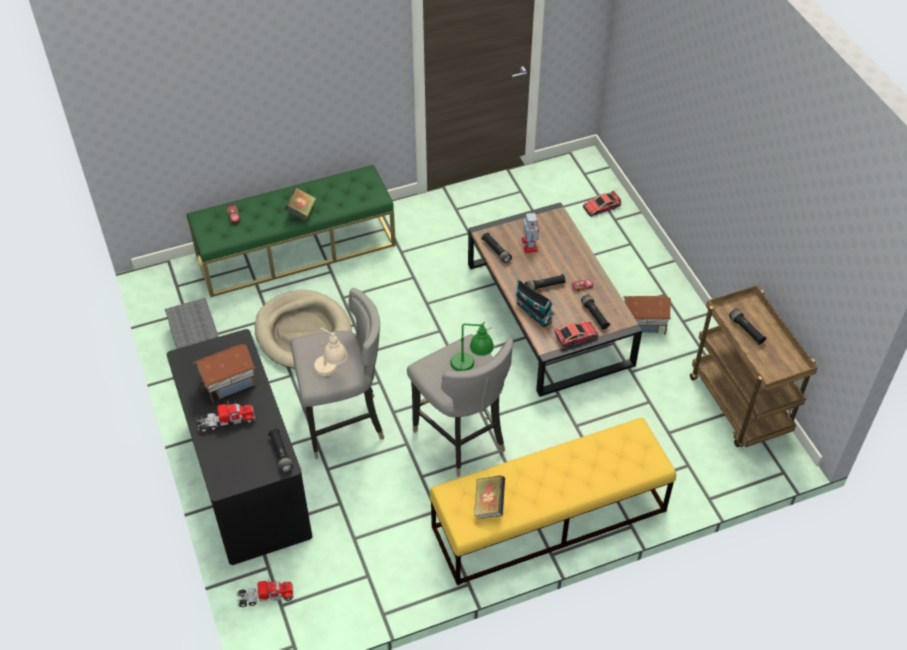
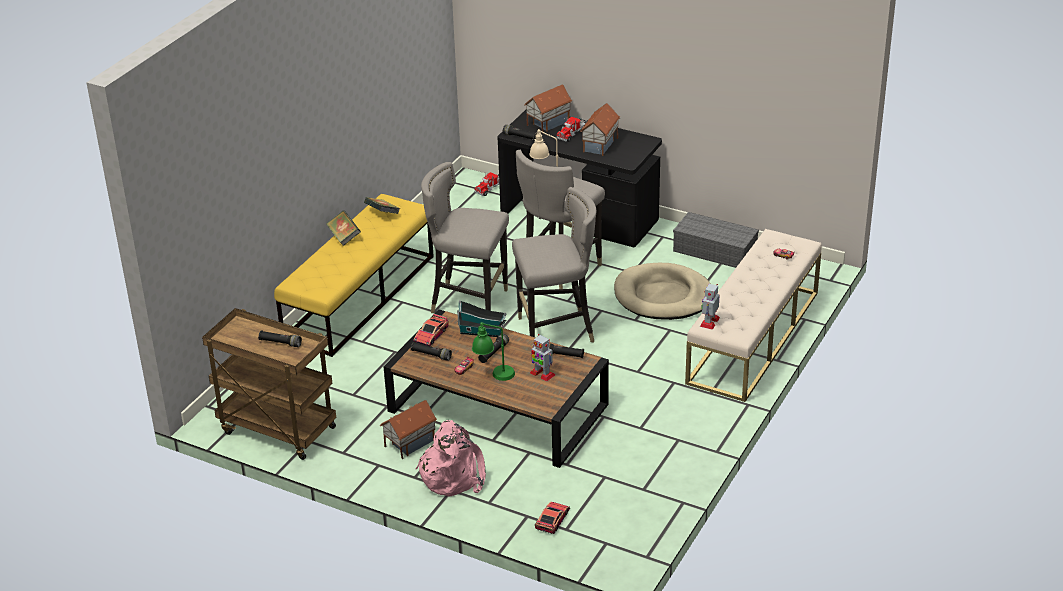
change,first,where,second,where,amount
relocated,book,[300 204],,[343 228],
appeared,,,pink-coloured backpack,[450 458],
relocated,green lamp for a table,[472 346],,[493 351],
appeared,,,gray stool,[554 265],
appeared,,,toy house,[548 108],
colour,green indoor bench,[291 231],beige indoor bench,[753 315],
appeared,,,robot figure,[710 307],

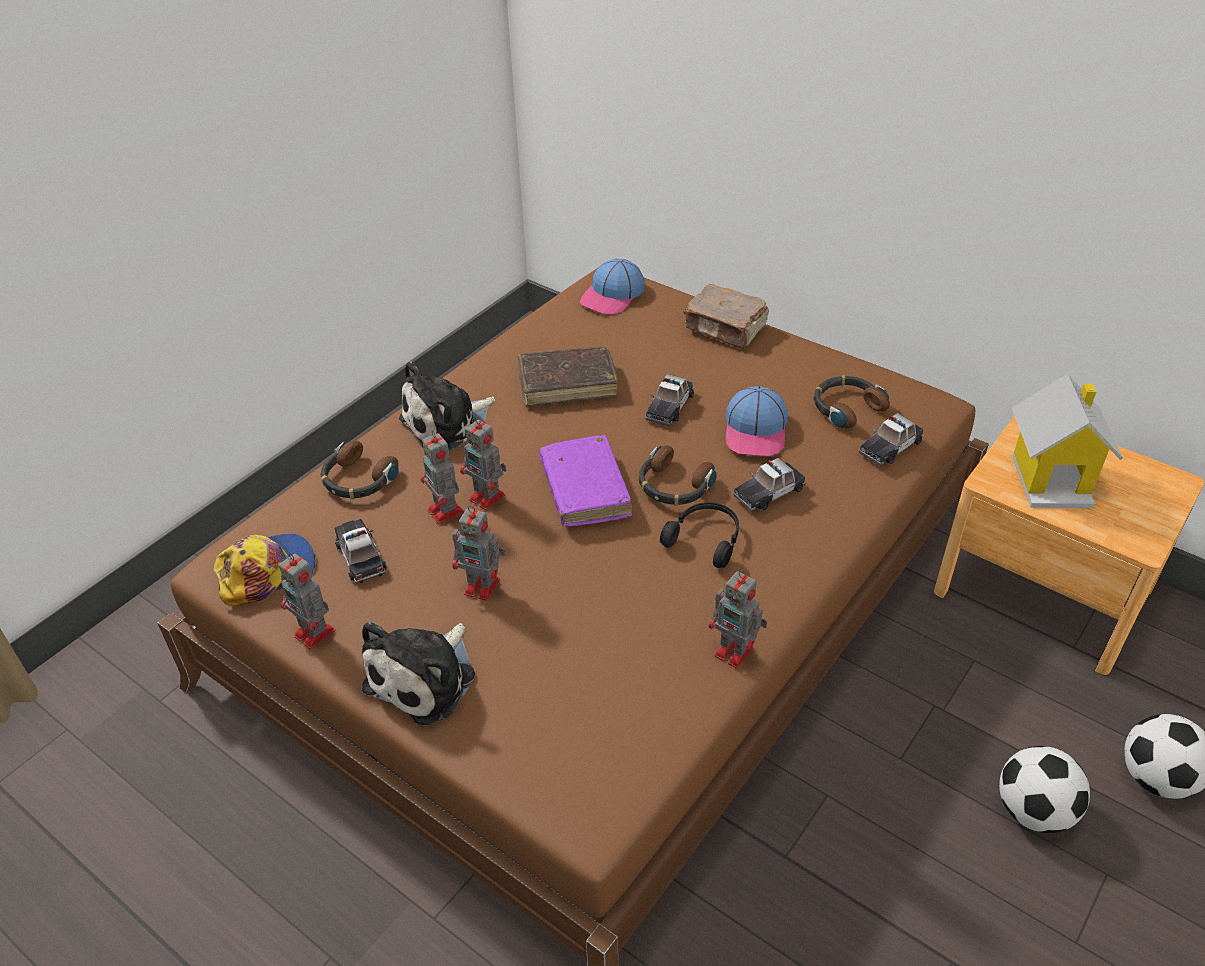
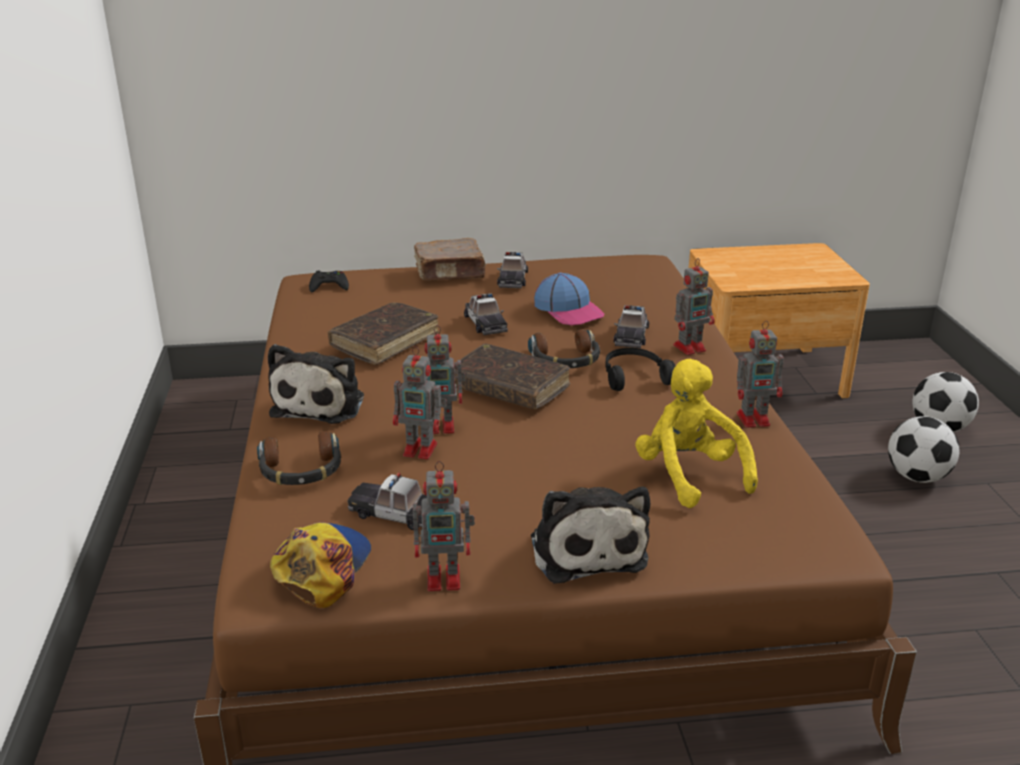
change,first,where,second,where,amount
exchanged,cap,[612 287],black gamepad,[329 281],
colour,purple-coloured book,[585 480],brown-coloured book,[512 376],
relocated,toy car,[891 439],,[512 270],
appeared,,,yellow-coloured plush toy,[696 433],
relocated,robot figure,[479 553],,[694 306],
missing,headset,[852 401],,,
missing,toy house,[1067 441],,,

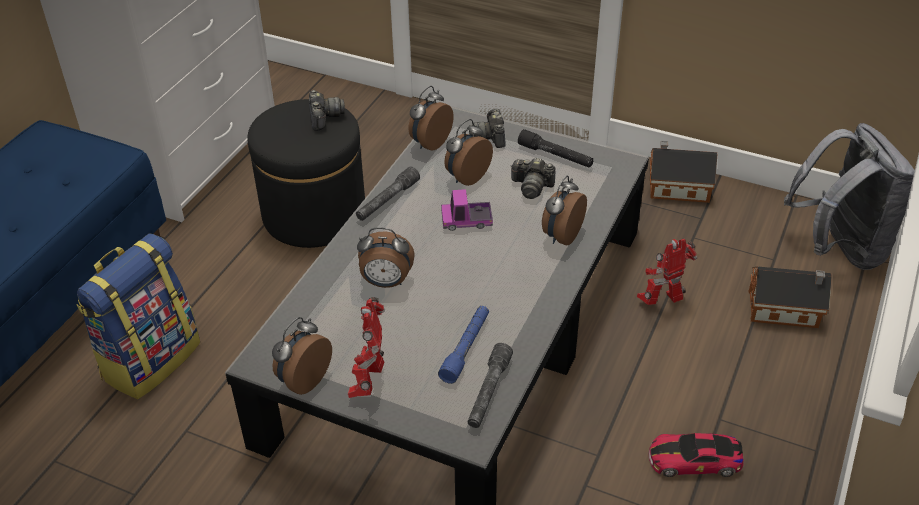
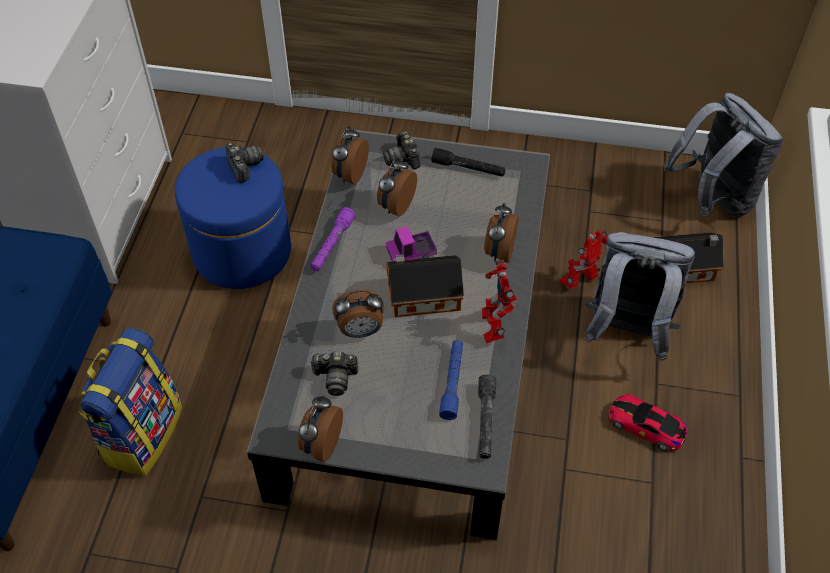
change,first,where,second,where,amount
colour,black pouffe,[306 173],bluish pouffe,[233 218],
colour,gray hand torch,[388 193],purple-coloured hand torch,[333 239],
relocated,photo camera,[533 178],,[334 373],
relocated,toy house,[683 172],,[425 286],
relocated,robot figure,[366 347],,[499 302],
appeared,,,gray backpack,[639 296],
spun,toy car,[696 455],,[648 422],45 degrees clockwise

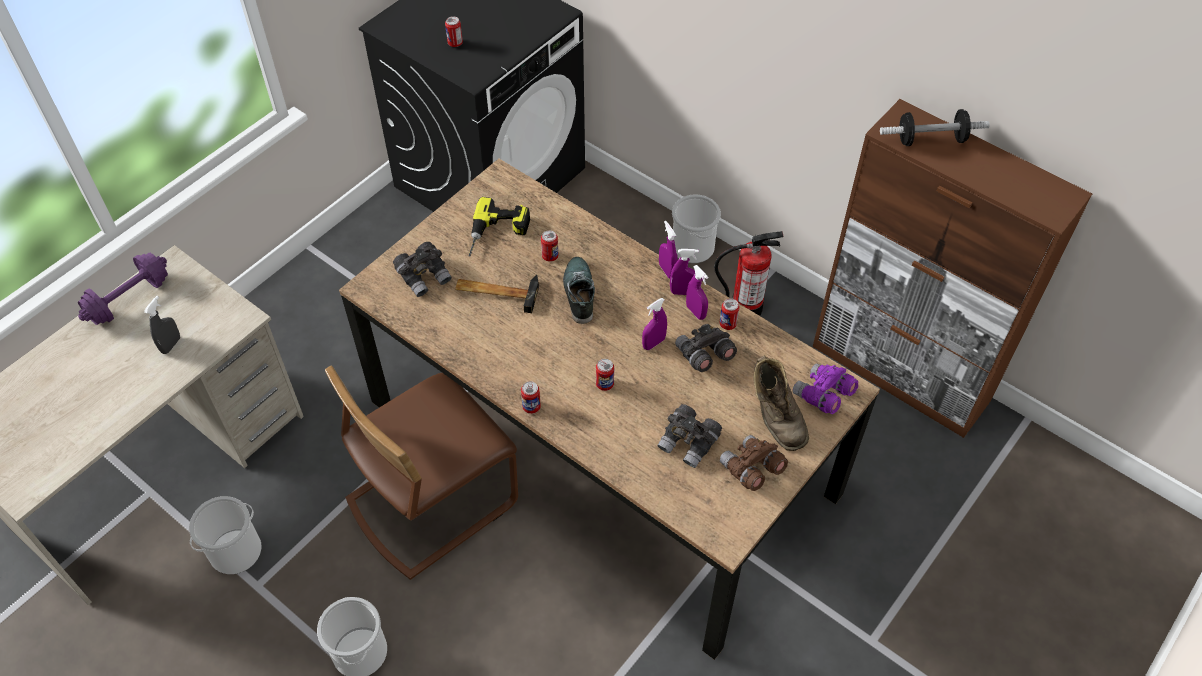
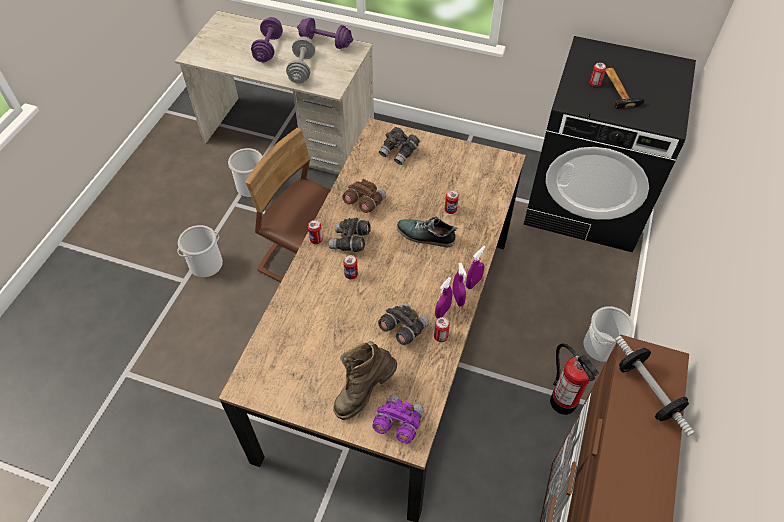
change,first,where,second,where,amount
appeared,,,purple-coloured free weight,[267 39],
exchanged,gray sprayer,[162 325],gray free weight,[300 60],
relocated,gray pair of binoculars,[689 436],,[350 235],
relocated,brown-coloured pair of binoculars,[754 463],,[364 196],
spun,item of footwear,[579 290],,[427 231],135 degrees counterclockwise
relocated,hammer,[497 294],,[625 88],
missing,electric drill,[499 227],,,
missing,purple-coloured sprayer,[654 324],,,

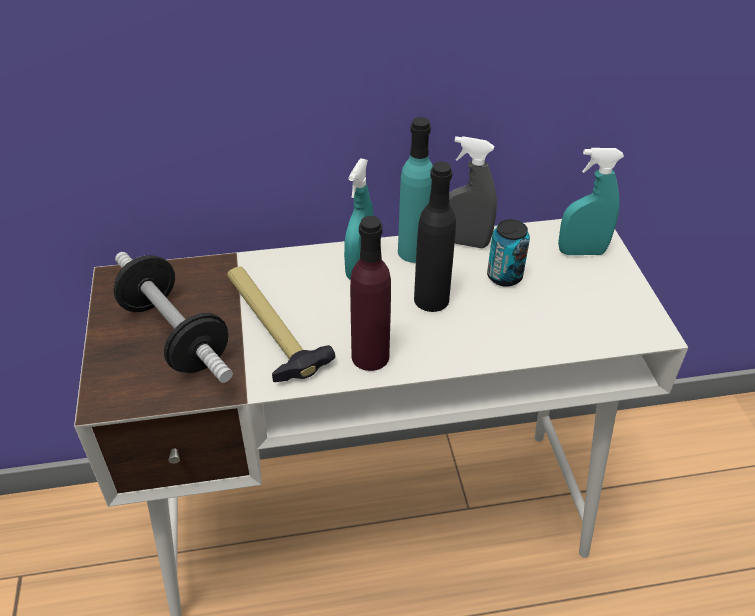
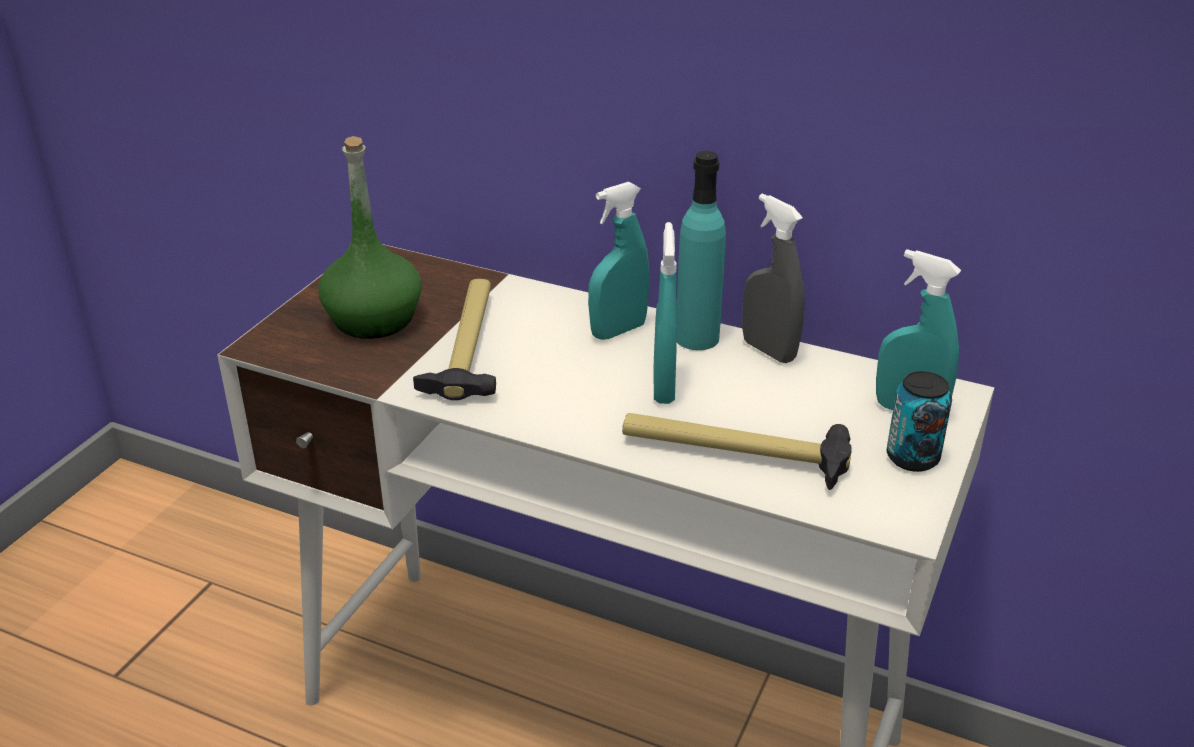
change,first,where,second,where,amount
exchanged,free weight,[173 317],green bottle,[370 237],
appeared,,,hammer,[737 451],
exchanged,black bottle,[435 237],turquoise-coloured sprayer,[665 313],
relocated,sealed can,[508 253],,[919 421],
missing,purple-coloured bottle,[370 293],,,

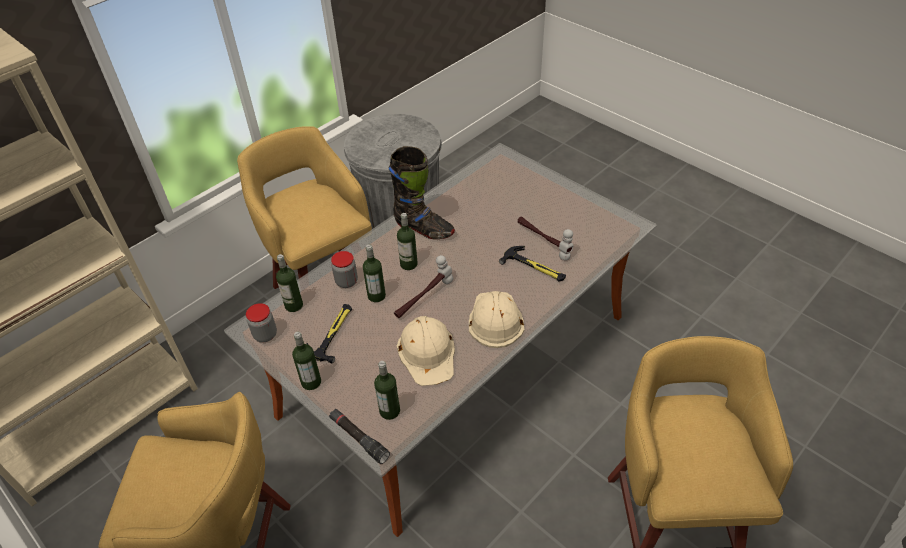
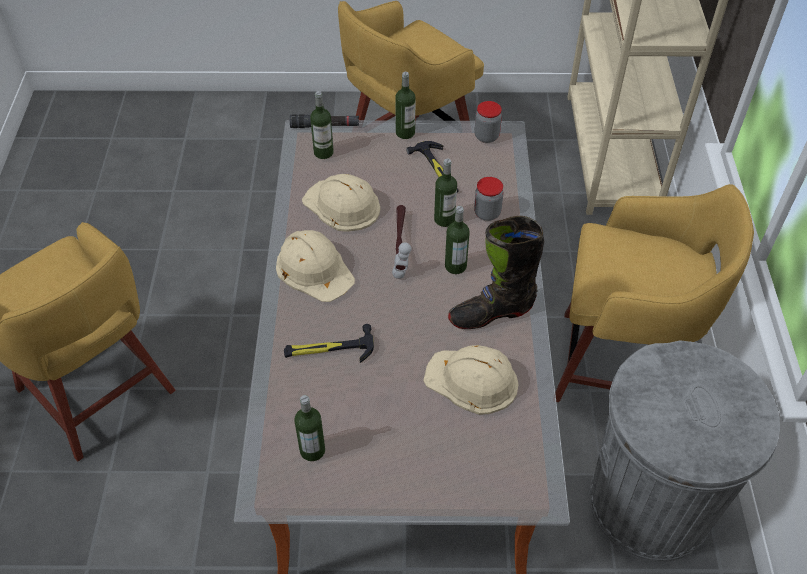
change,first,where,second,where,amount
relocated,bottle,[289 283],,[309 428],
appeared,,,beige safety helmet,[471 380],
missing,hammer,[545 238],,,

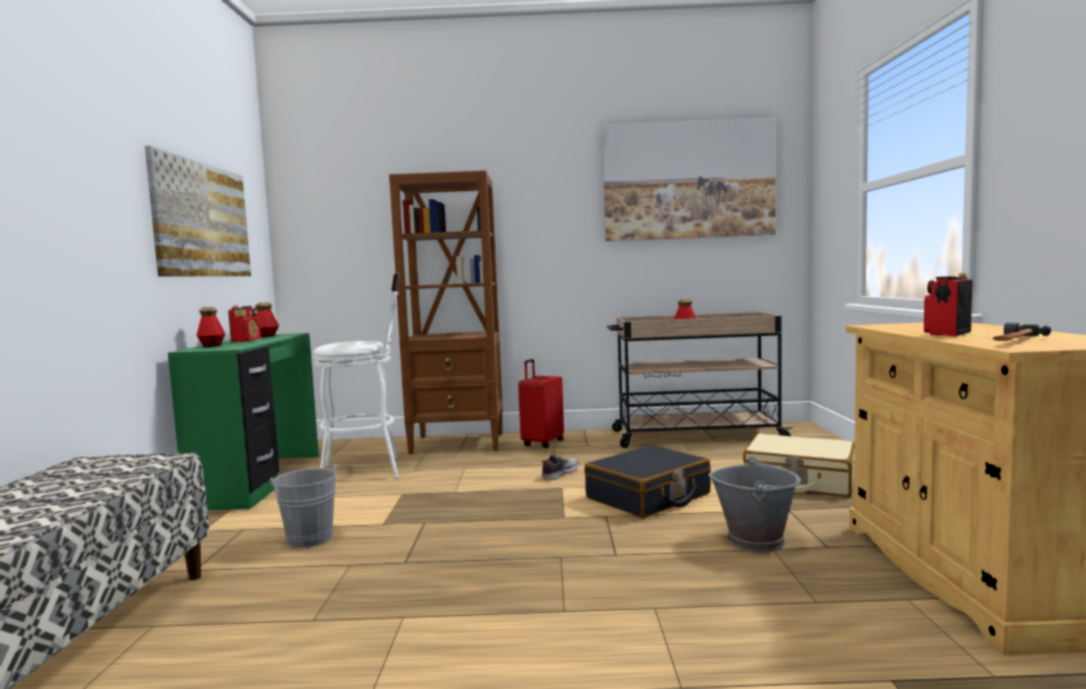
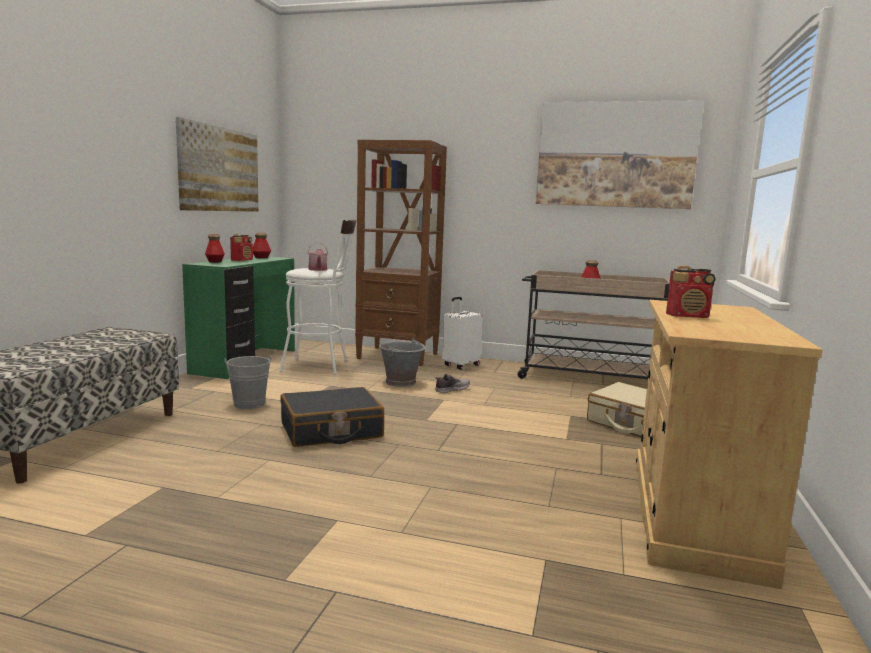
change,first,where,second,where,amount
relocated,black travel case,[647 481],,[332 417],
appeared,,,sprinkling can,[318 257],
relocated,gray pail,[755 505],,[402 362],
colour,reddish travel case,[541 403],white-coloured travel case,[462 333],
spun,radio set,[948 304],,[691 291],150 degrees counterclockwise
missing,hammer,[1022 332],,,

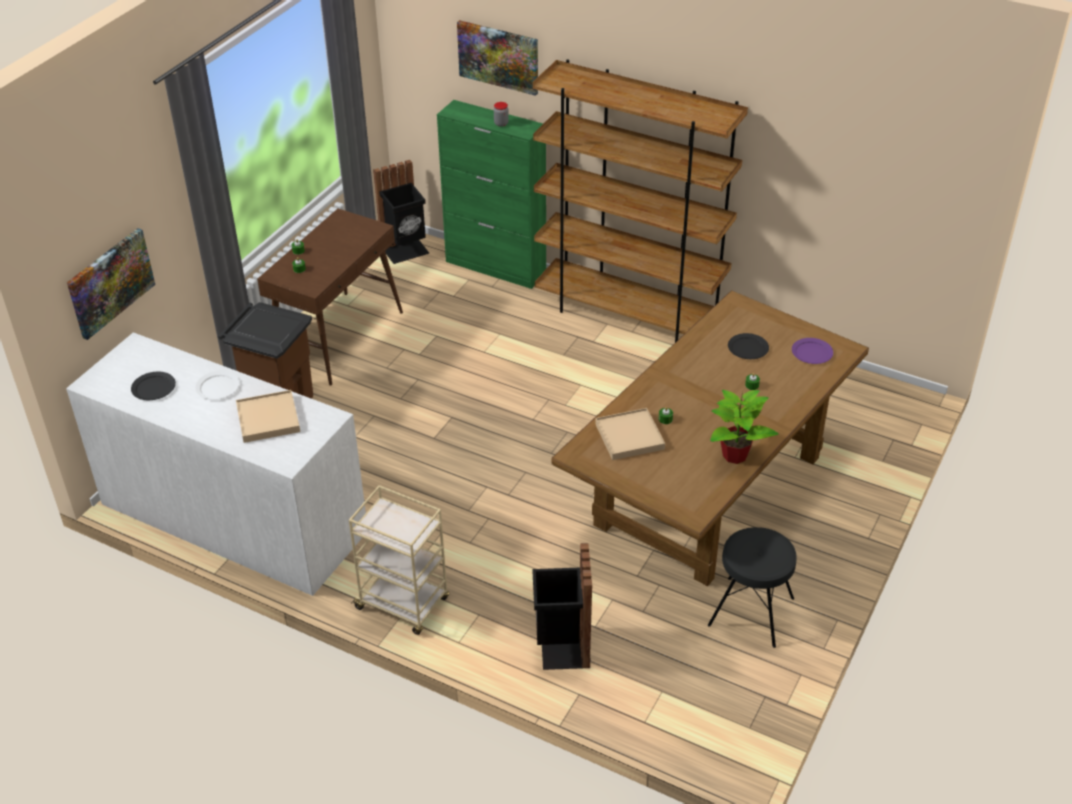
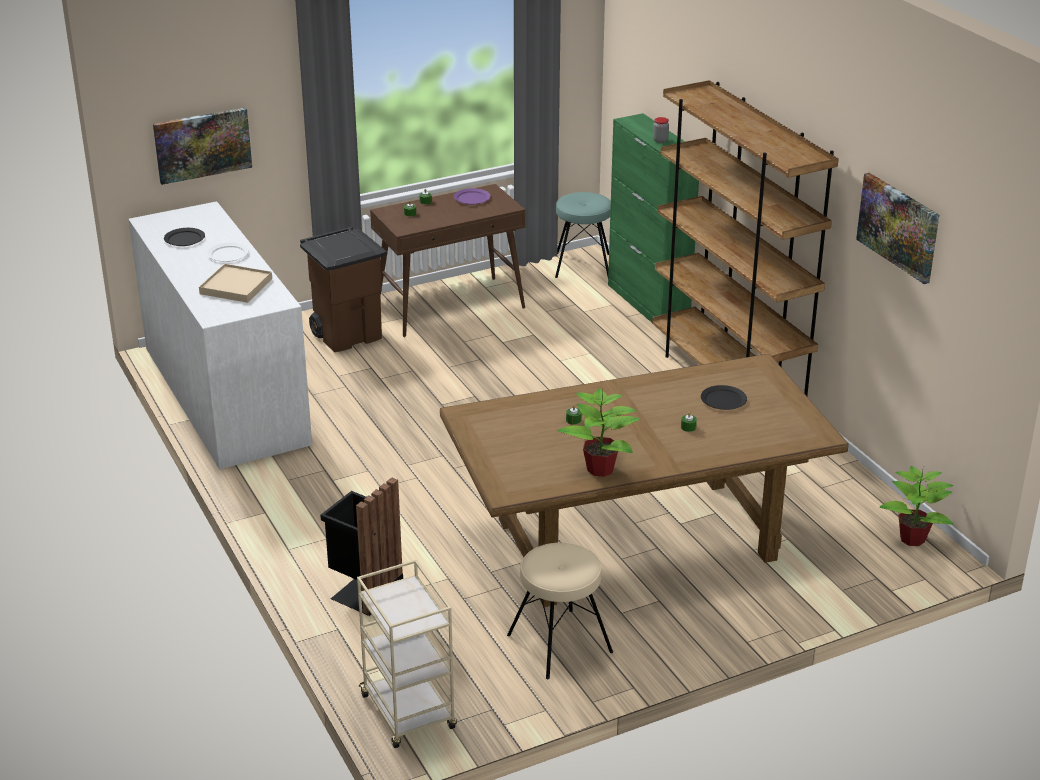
change,first,where,second,where,amount
relocated,beige cart,[399 560],,[407 654],
relocated,purple-coloured dinner plate,[812 351],,[472 196],
colour,black stool,[752 587],beige stool,[560 611],
exchanged,black rubbish bin,[401 212],turquoise-coloured stool,[583 235],
relocated,picture,[497 58],,[897 228],
appeared,,,potted plant,[916 506],
missing,beige tray,[630 434],,,

